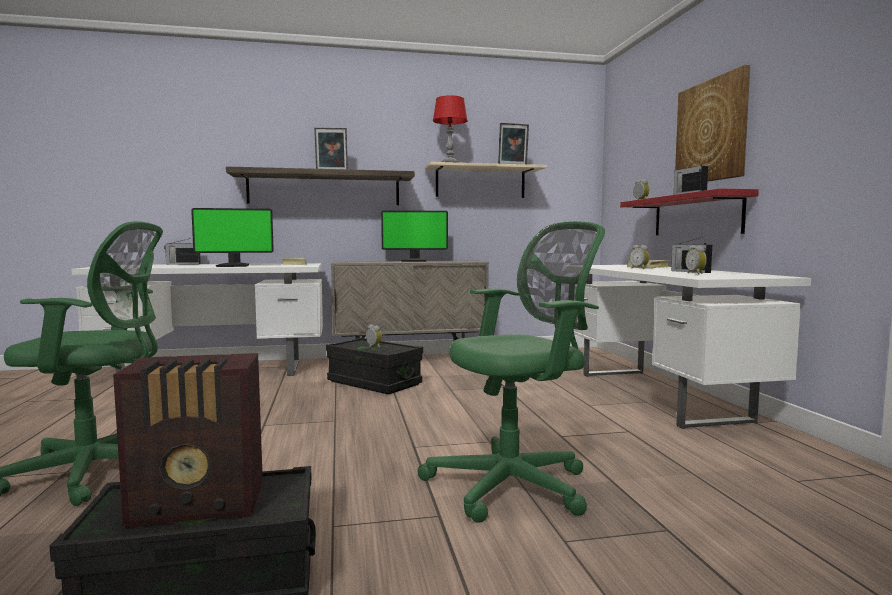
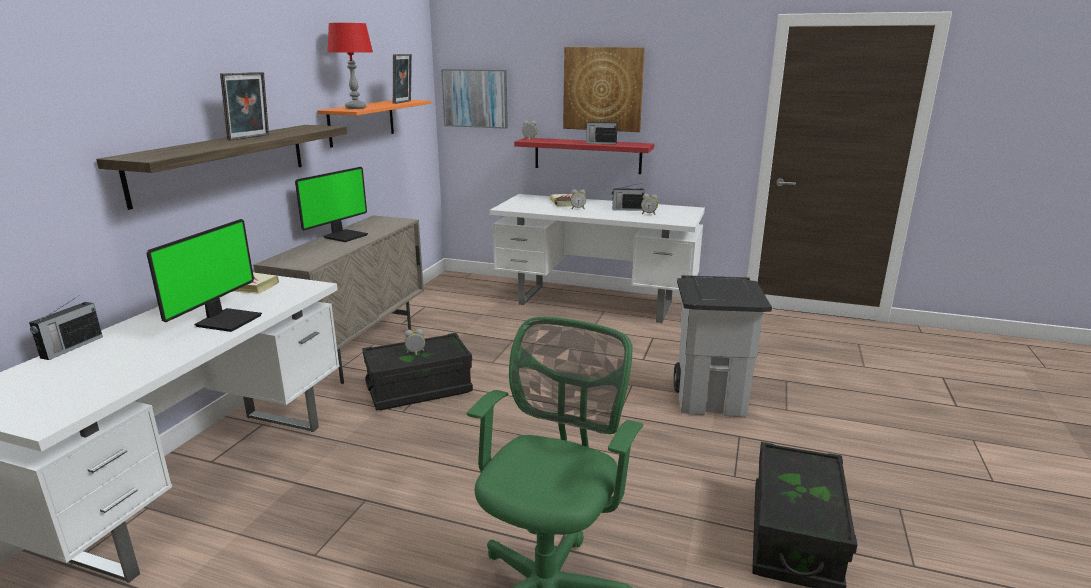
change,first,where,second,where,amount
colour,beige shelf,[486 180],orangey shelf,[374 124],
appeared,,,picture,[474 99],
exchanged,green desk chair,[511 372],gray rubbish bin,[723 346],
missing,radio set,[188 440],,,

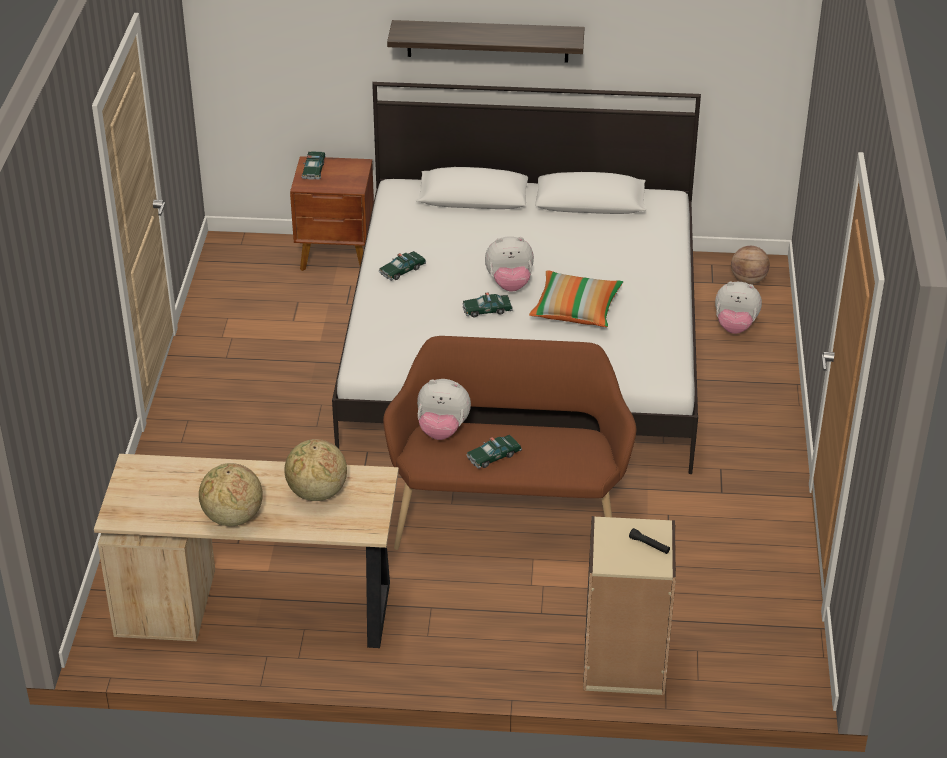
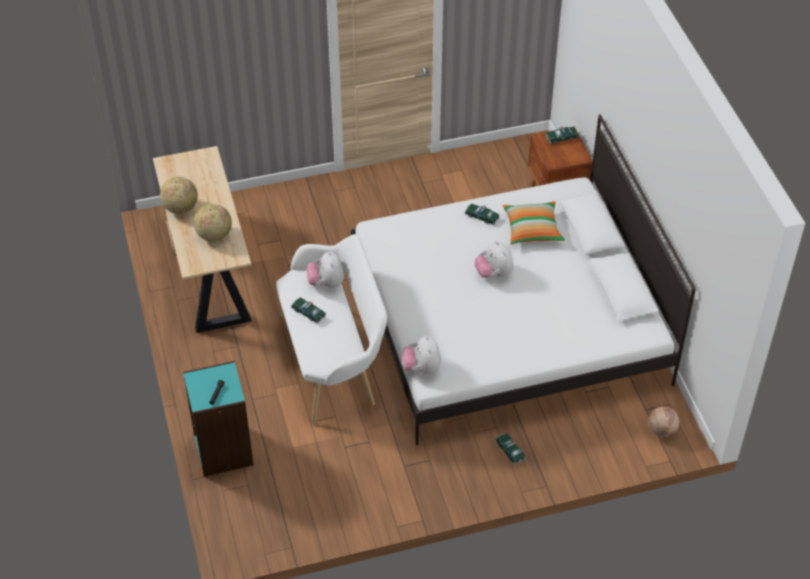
change,first,where,second,where,amount
colour,beige bookshelf,[629 605],turquoise-coloured bookshelf,[218 419],
colour,brown-coloured indoor bench,[509 443],white-coloured indoor bench,[331 329],
relocated,plush toy,[738 308],,[421 355],
relocated,toy car,[488 304],,[510 449],
relocated,pillow,[576 298],,[534 223],
missing,shelf,[486 41],,,

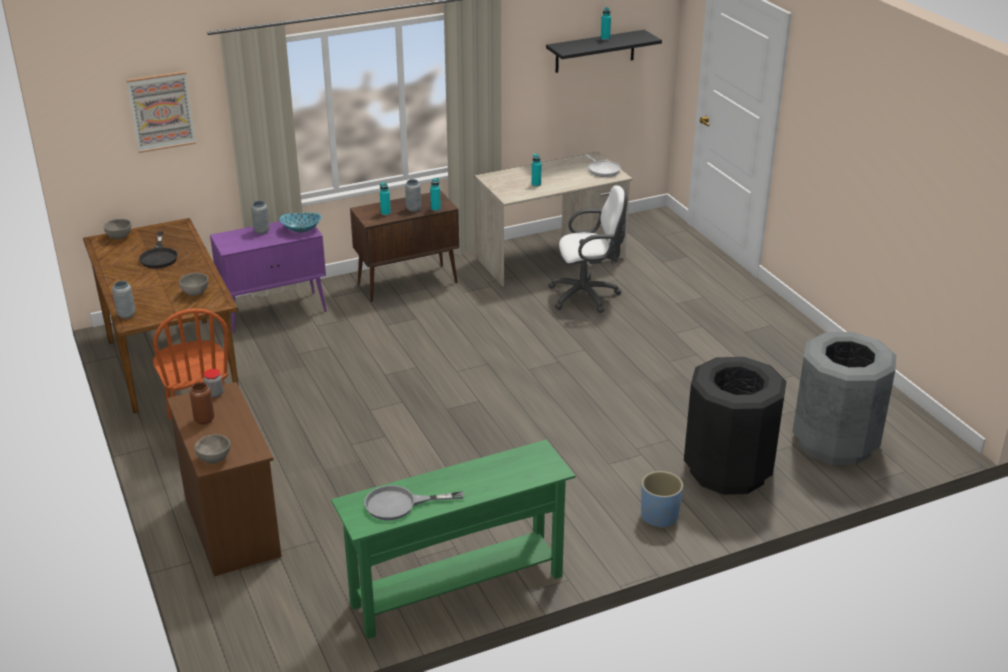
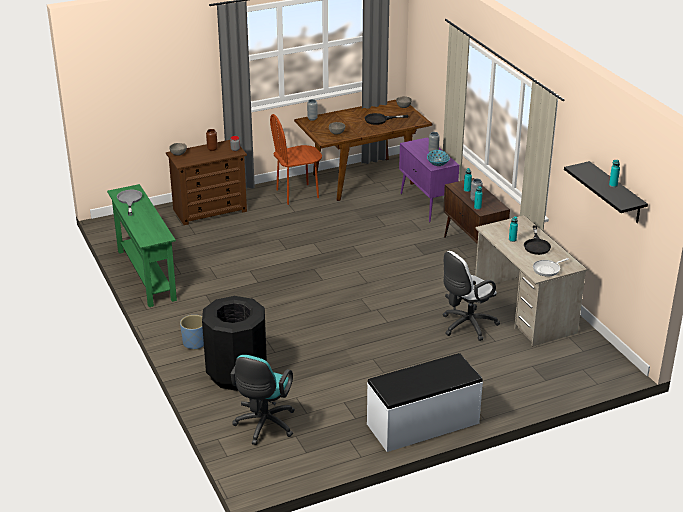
change,first,where,second,where,amount
exchanged,gray rubbish bin,[844 398],turquoise-coloured desk chair,[263 400],
appeared,,,white-coloured indoor bench,[425 402],
spun,white-coloured desk chair,[587 249],,[471 296],60 degrees clockwise
appeared,,,black pan,[537 240],
missing,picture,[161 112],,,

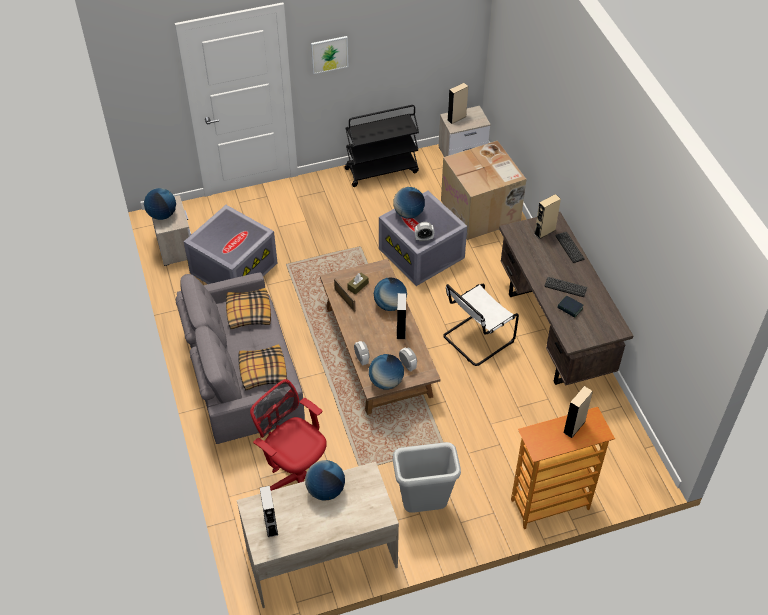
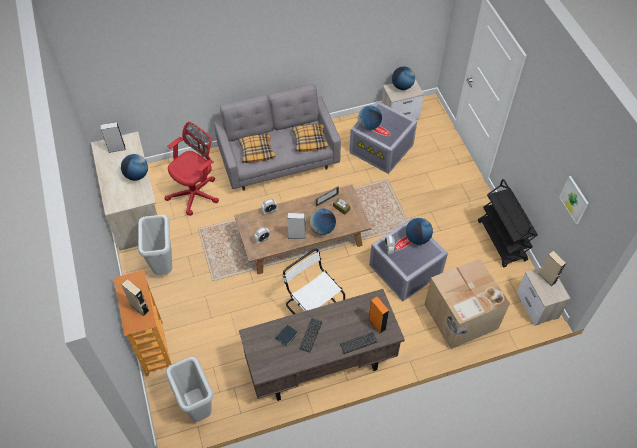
change,first,where,second,where,amount
appeared,,,gray rubbish bin,[189 389],
relocated,world globe,[386 372],,[370 117],
colour,beige loudspeaker,[547 216],orangey loudspeaker,[379 315],
relocated,picture,[329 55],,[574 200],

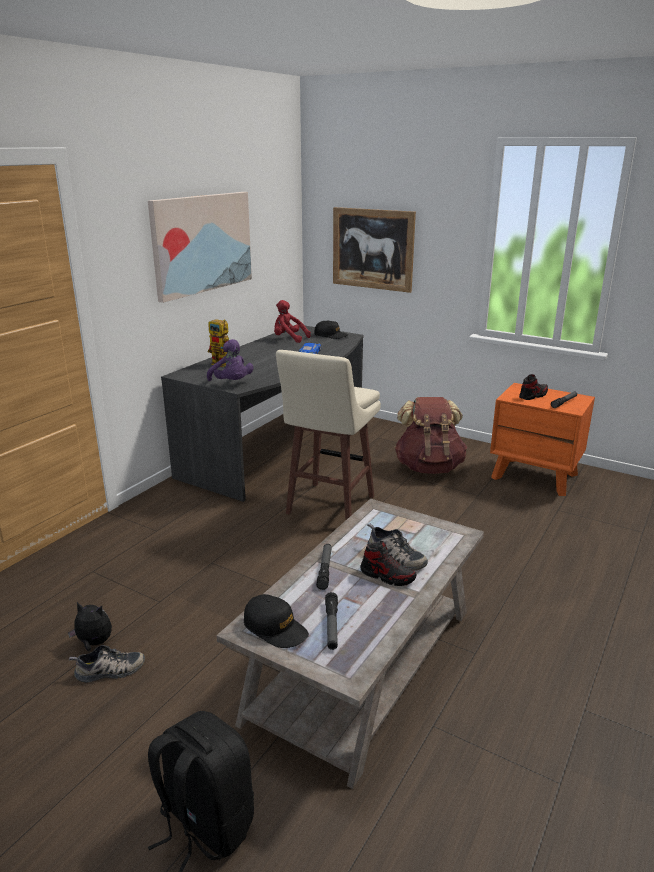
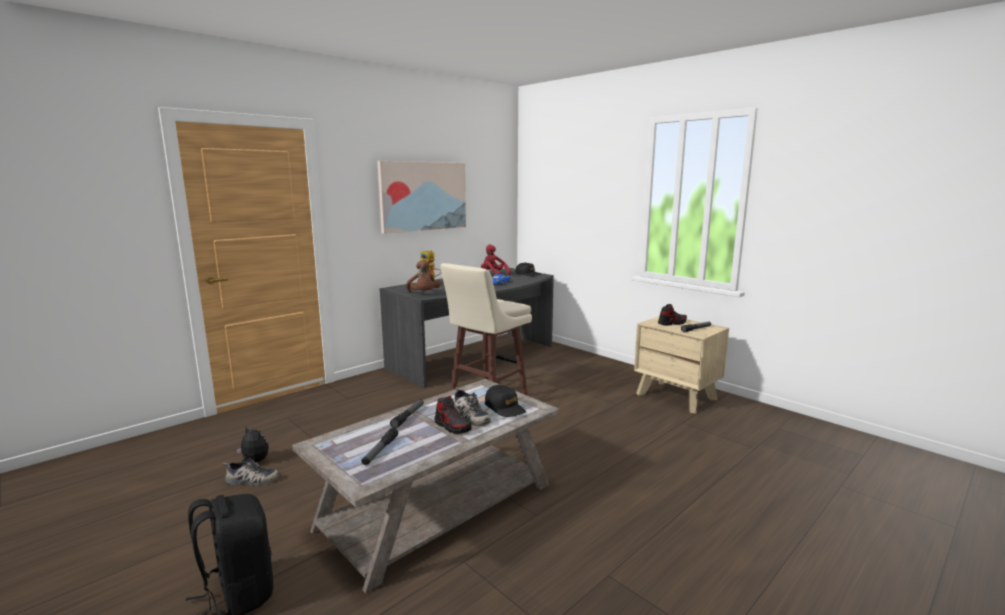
change,first,where,second,where,amount
colour,purple-coloured plush toy,[230 360],brown-coloured plush toy,[423 276],
relocated,black cap,[276 621],,[505 401],
colour,orangey bedside table,[542 439],beige bedside table,[681 364],
missing,picture,[374 250],,,
missing,brown-coloured backpack,[430 435],,,

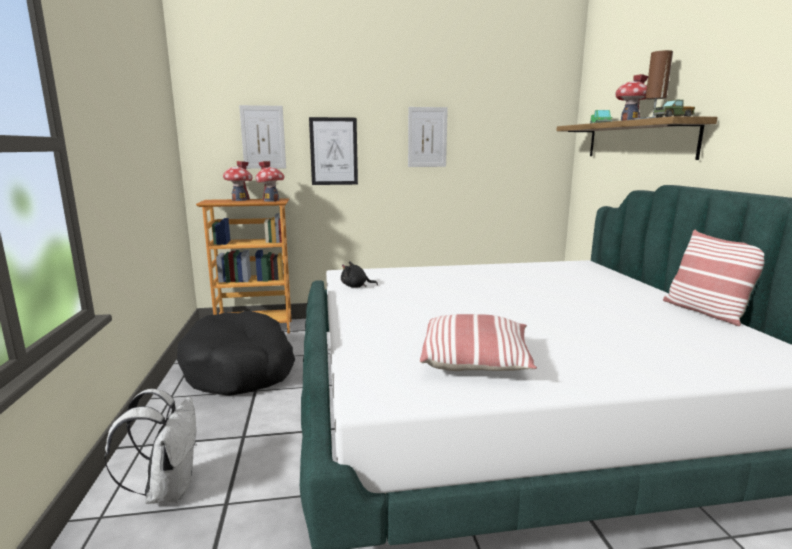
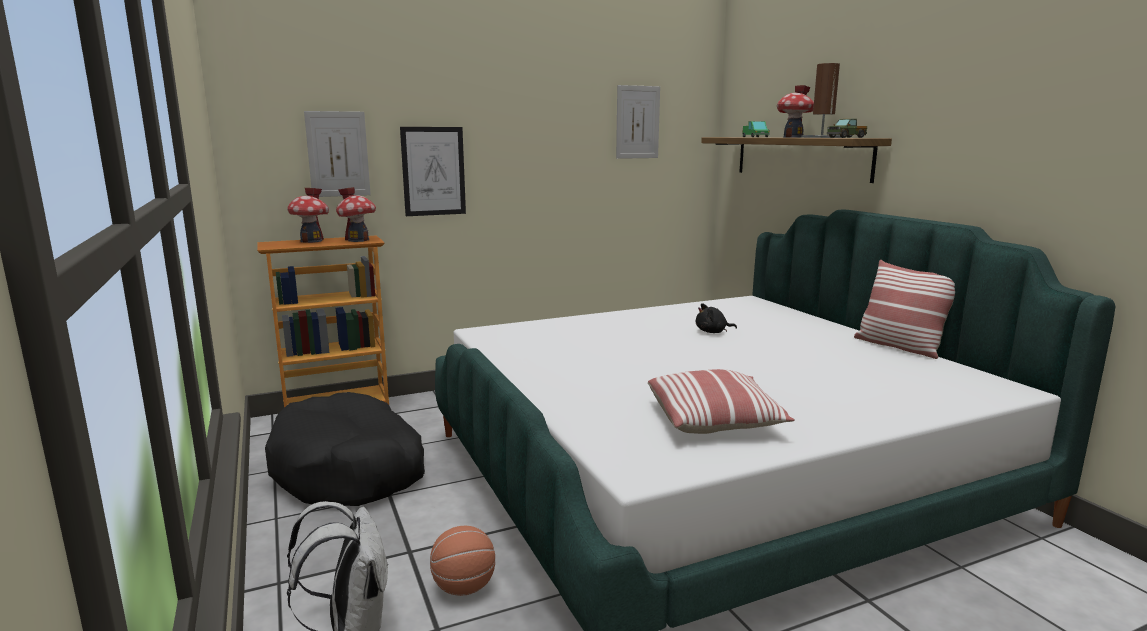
change,first,where,second,where,amount
appeared,,,basketball,[462 561],
relocated,picture,[428 137],,[638 122],
relocated,black plush toy,[359 274],,[716 318],

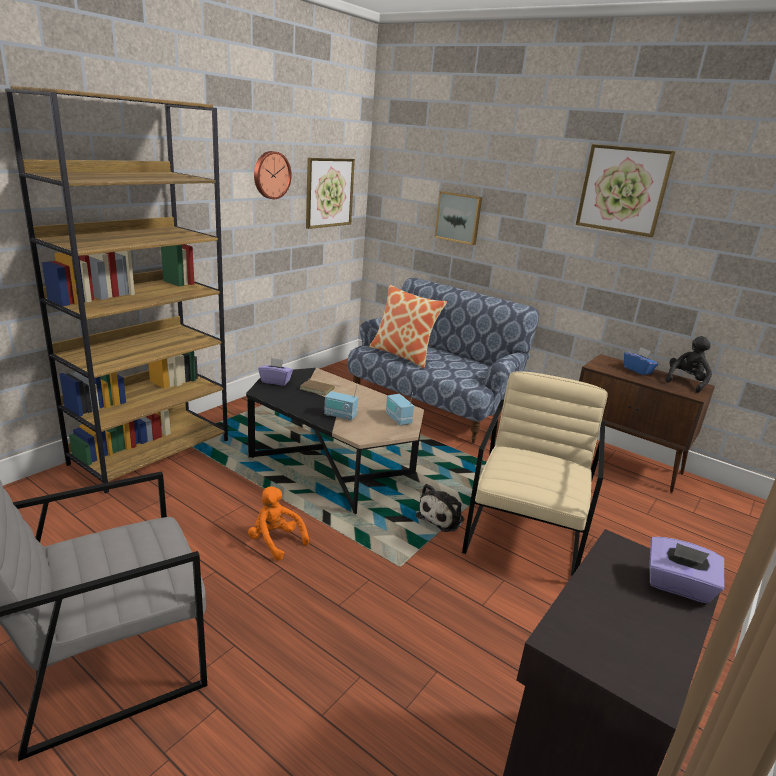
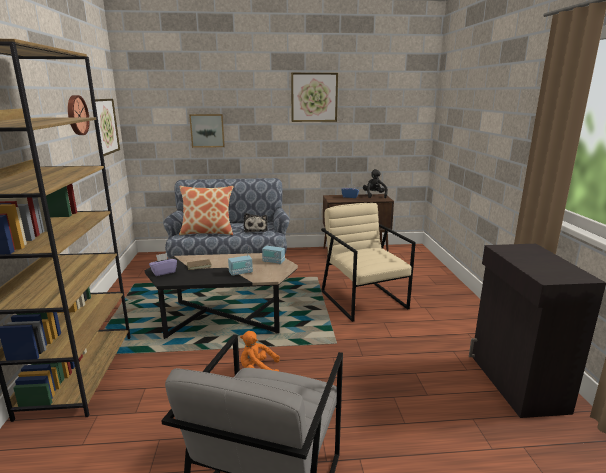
change,first,where,second,where,amount
relocated,plush toy,[440 508],,[256 223],
missing,purple-coloured box of tissues,[686 570],,,

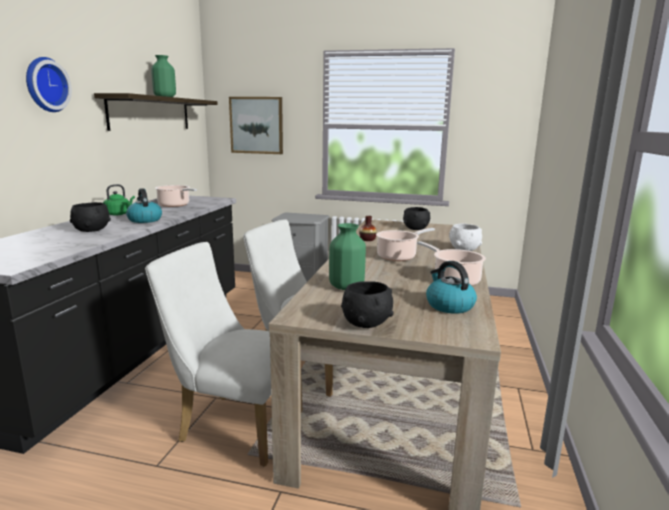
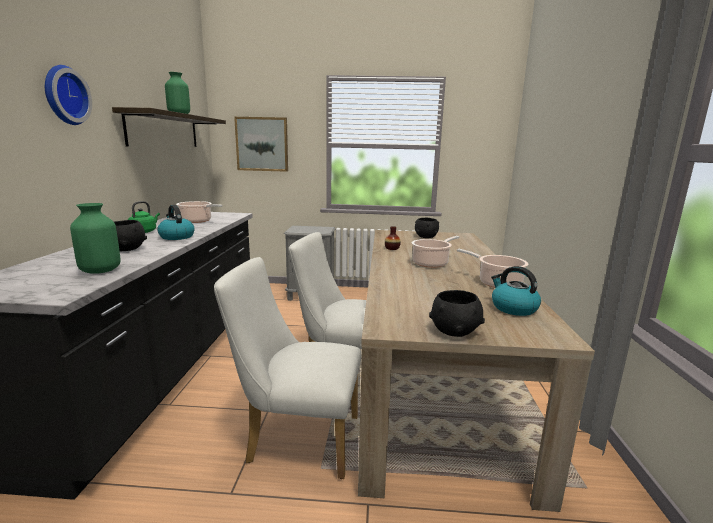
change,first,where,second,where,amount
relocated,green flower vase,[347 256],,[95 238],
missing,white-coloured bowl,[465 237],,,

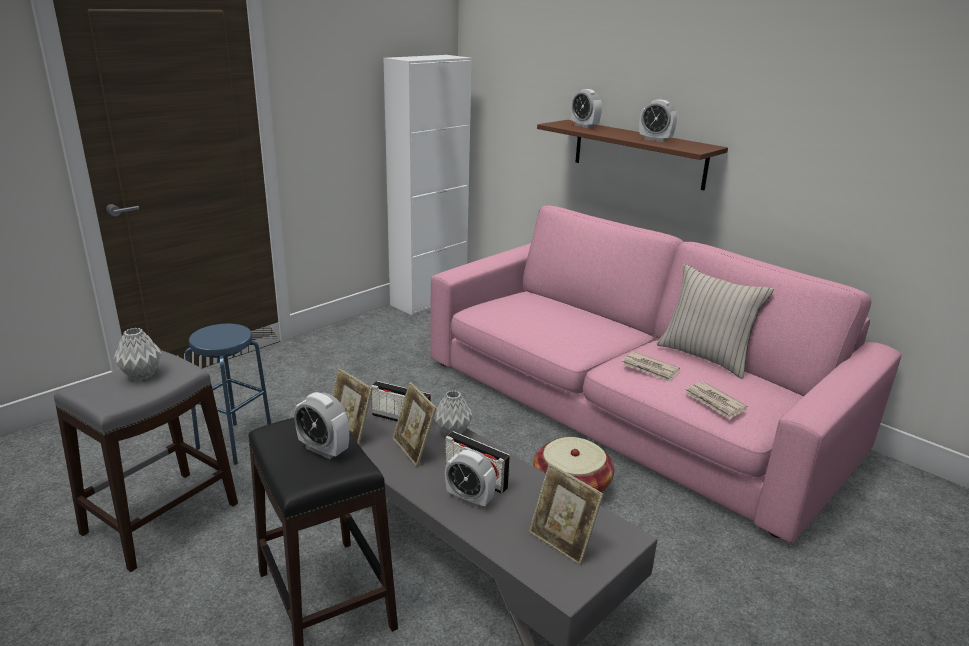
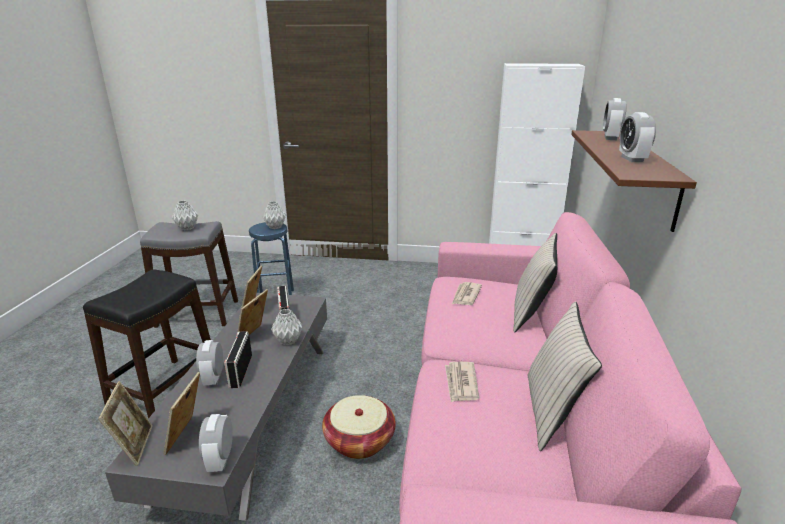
change,first,where,second,where,amount
appeared,,,standing frame,[126 423],
relocated,alarm clock,[321 425],,[216 443],
appeared,,,gray flower vase,[274 215],
relocated,printed paper,[716 400],,[467 293],
appeared,,,beige pillow,[535 283],

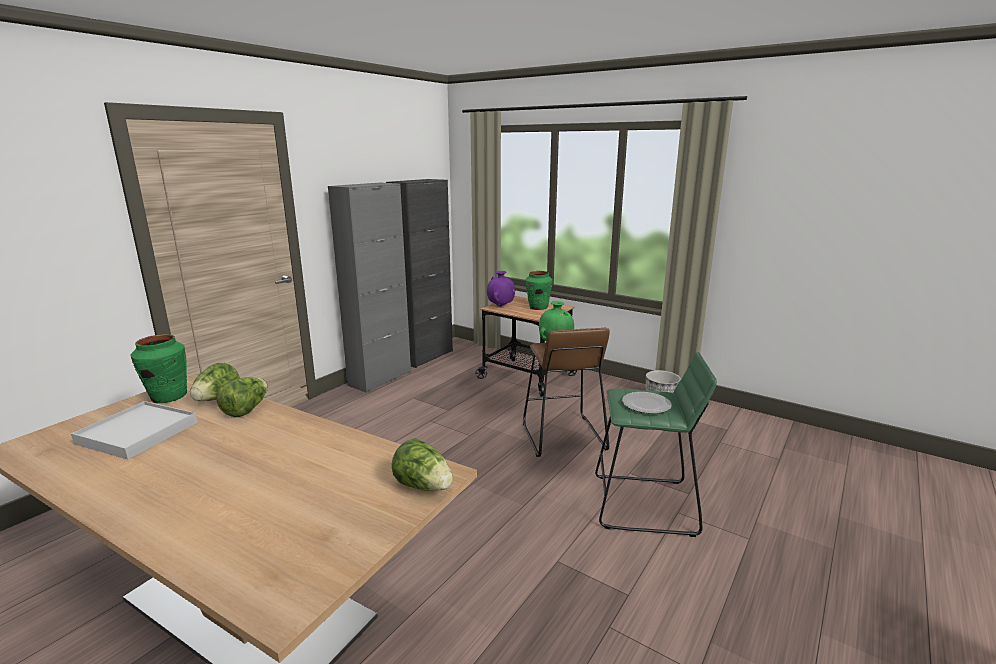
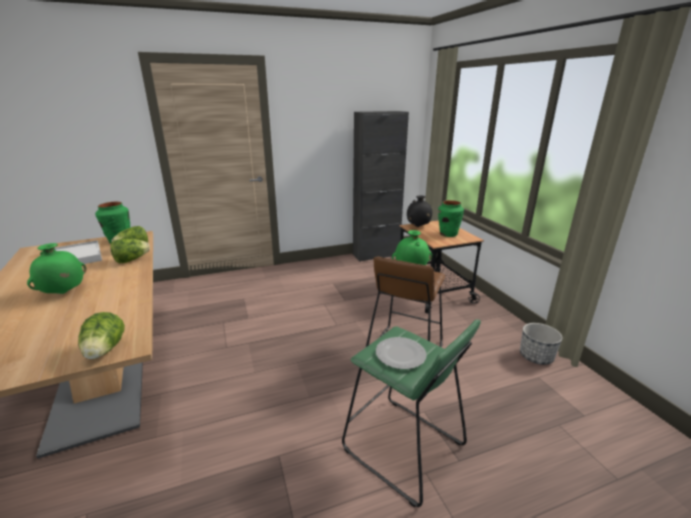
change,first,where,second,where,amount
appeared,,,green flower vase,[57 268],
colour,purple-coloured flower vase,[501 289],black flower vase,[419 211],
missing,gray storage cabinet,[369 287],,,

